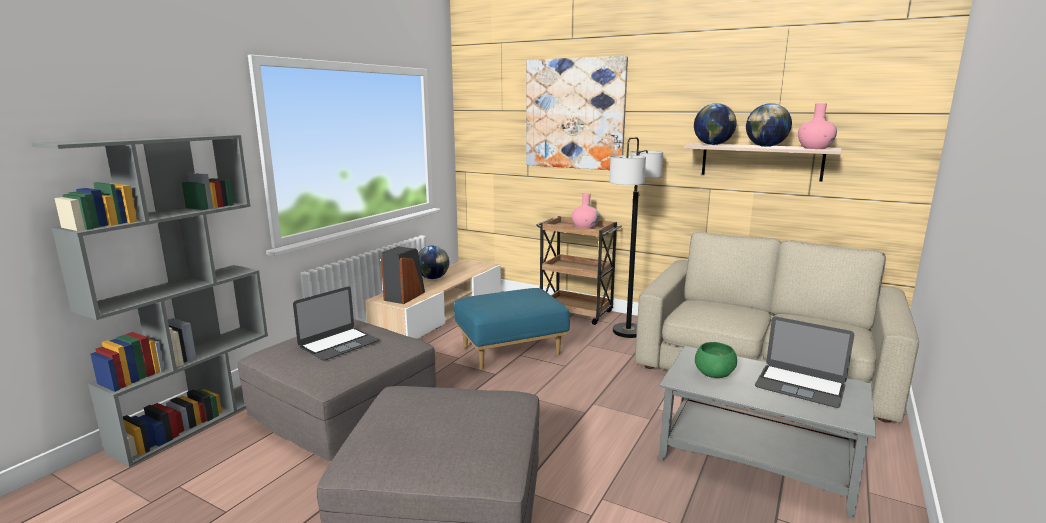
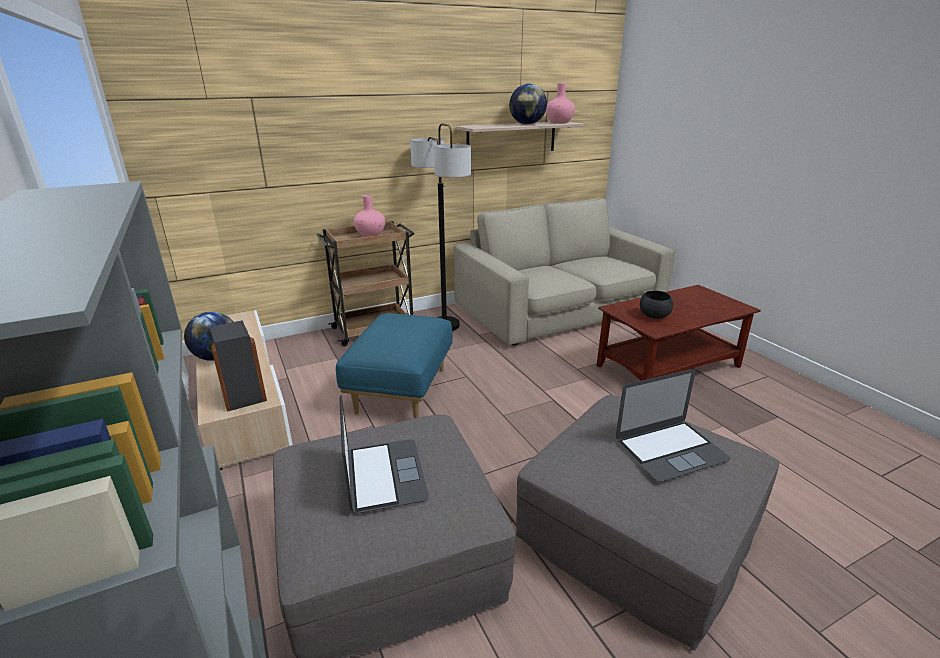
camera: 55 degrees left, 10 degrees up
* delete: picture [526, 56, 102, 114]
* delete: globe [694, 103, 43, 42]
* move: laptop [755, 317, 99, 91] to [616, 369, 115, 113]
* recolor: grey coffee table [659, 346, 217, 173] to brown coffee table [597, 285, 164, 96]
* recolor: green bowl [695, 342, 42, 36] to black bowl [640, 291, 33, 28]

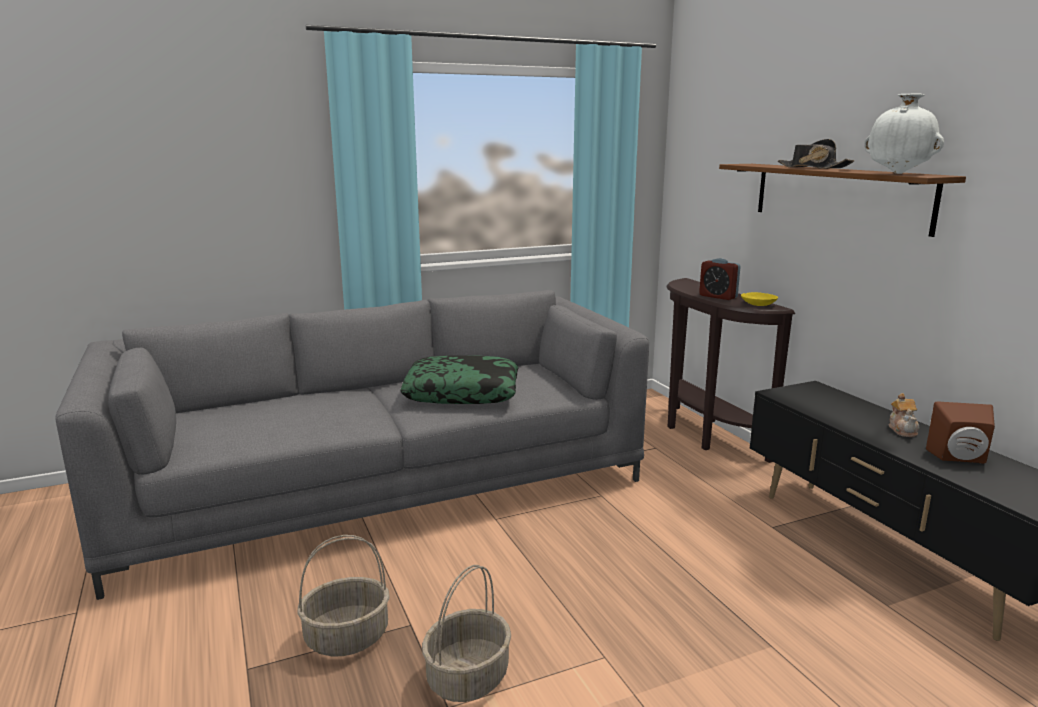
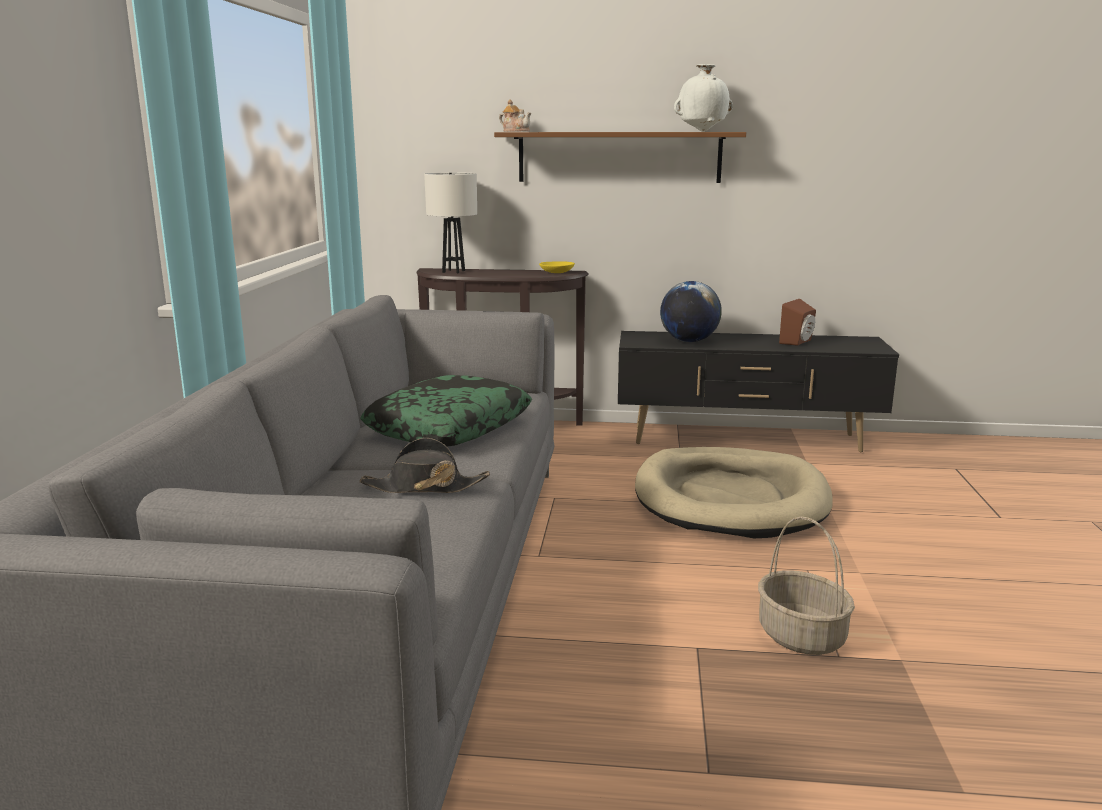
camera: 60 degrees left, 0 degrees up
* delete: basket [297, 535, 93, 121]
* delete: alarm clock [699, 258, 42, 42]
* insert: white table lamp [424, 172, 53, 101]
* insert: beige dog bed [635, 447, 198, 91]
* insert: globe [660, 281, 62, 61]
* move: black hat [778, 139, 76, 30] to [359, 438, 131, 55]
* move: teapot [889, 393, 31, 44] to [499, 99, 32, 33]

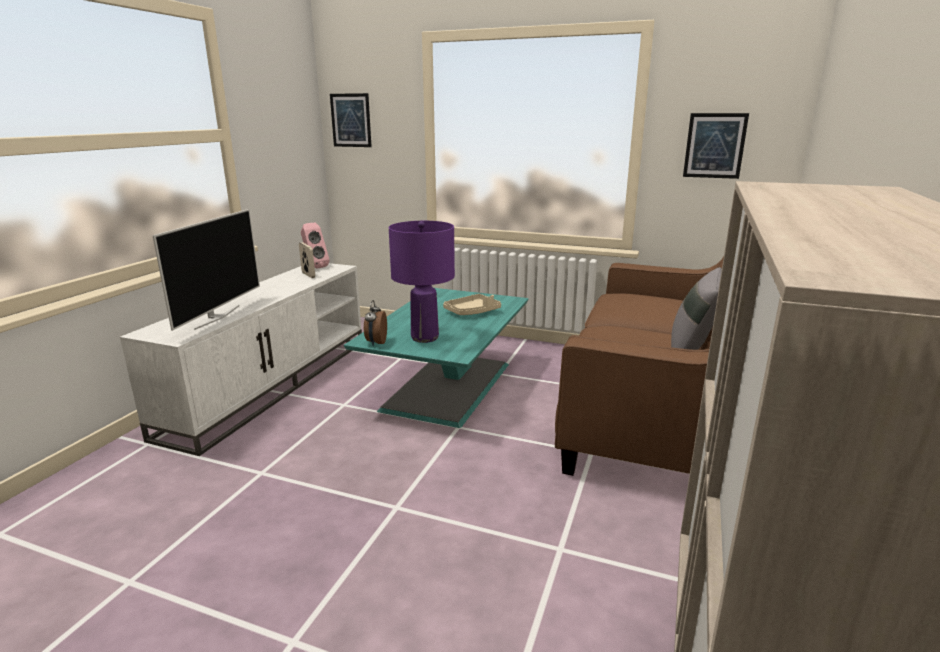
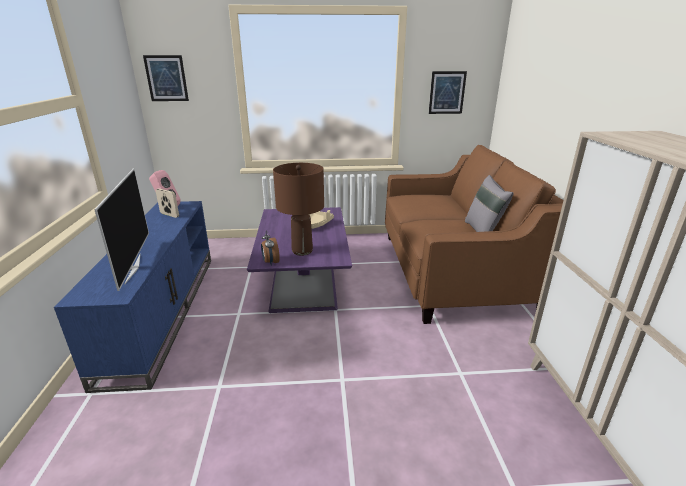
camera: 25 degrees left, 5 degrees up
* recolor: white tv stand [120, 263, 242, 193] to blue tv stand [54, 201, 157, 192]
* recolor: turquoise coffee table [344, 288, 185, 140] to purple coffee table [247, 207, 105, 106]
* recolor: purple table lamp [389, 221, 66, 122] to brown table lamp [273, 163, 51, 93]

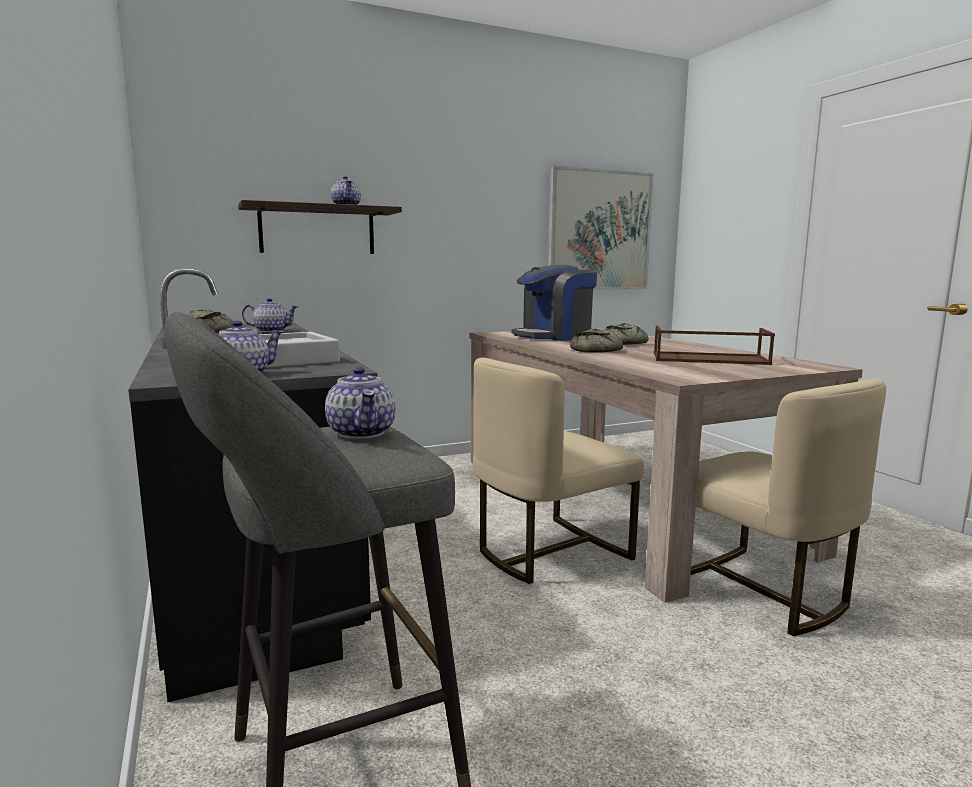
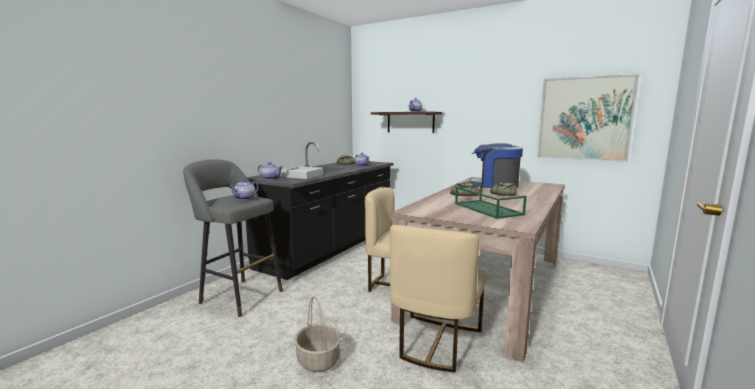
camera: 55 degrees right, 0 degrees up
* insert: basket [294, 296, 47, 76]
* recolor: brown tray [654, 325, 121, 40] to green tray [455, 185, 72, 34]

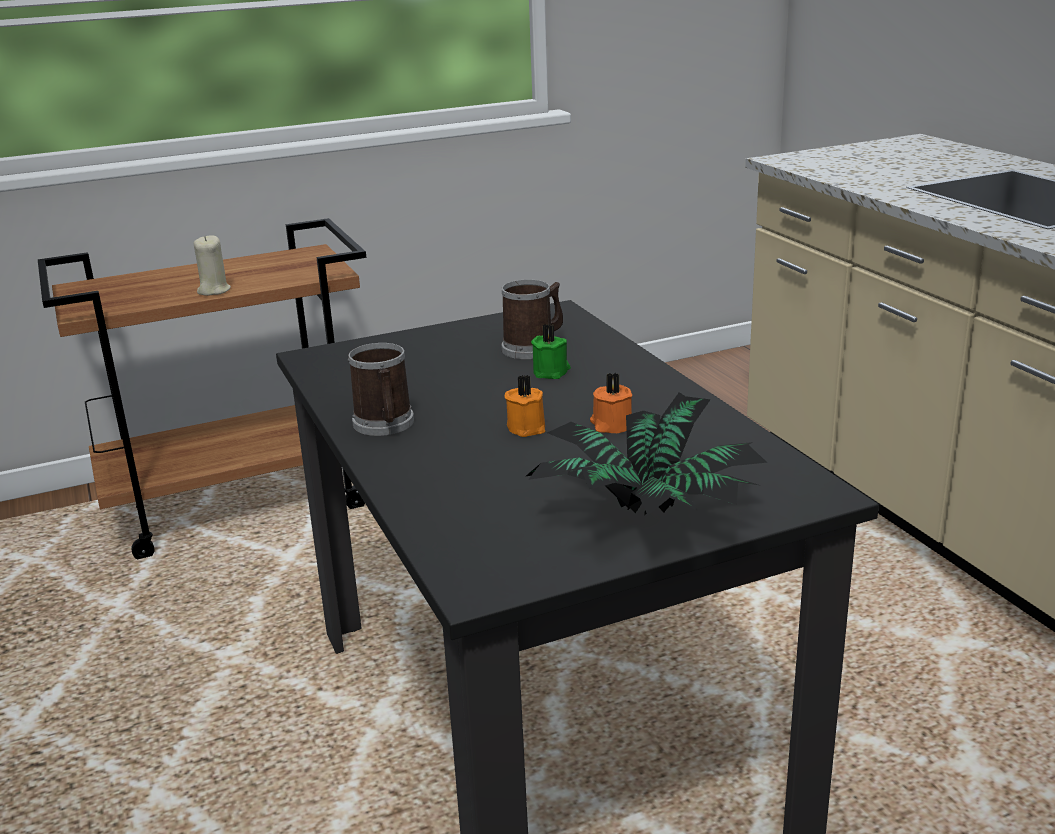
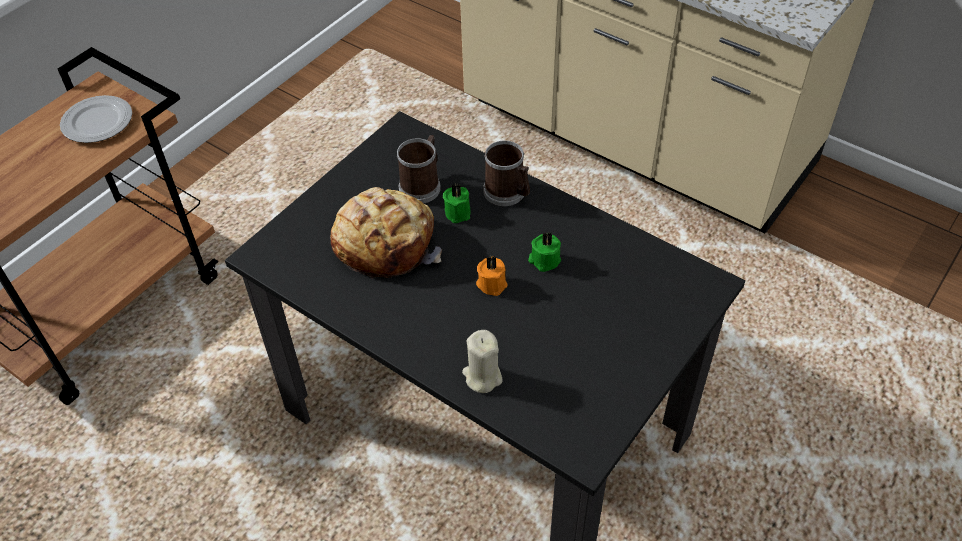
camera: 30 degrees left, 25 degrees up
* delete: potted plant [526, 392, 241, 123]
* insert: plate [60, 95, 72, 48]
* insert: bread [330, 187, 112, 92]
* move: beige candle [194, 235, 37, 61] to [462, 330, 41, 63]
* move: mug [348, 343, 66, 93] to [483, 141, 47, 65]
* recolor: orange candle [590, 373, 42, 60] to green candle [528, 232, 33, 40]

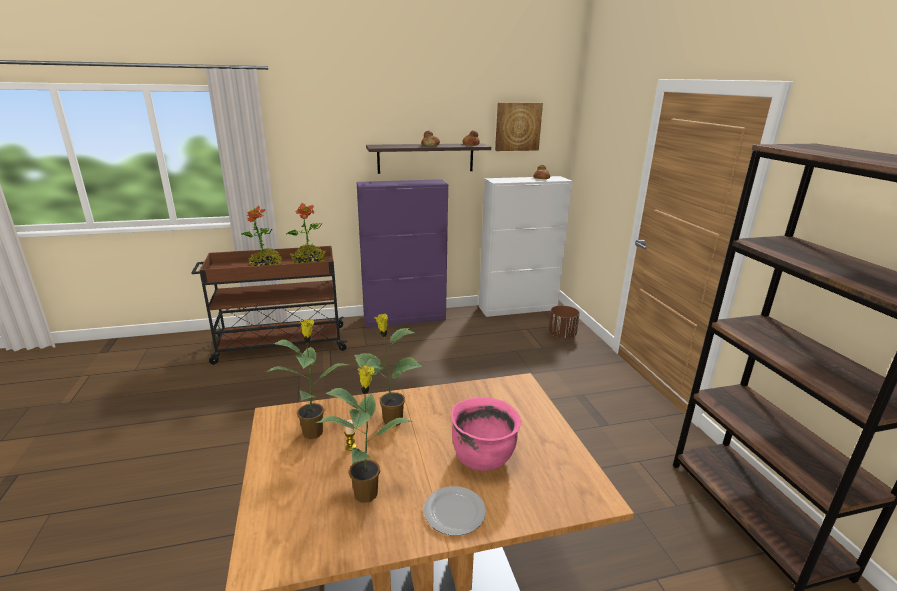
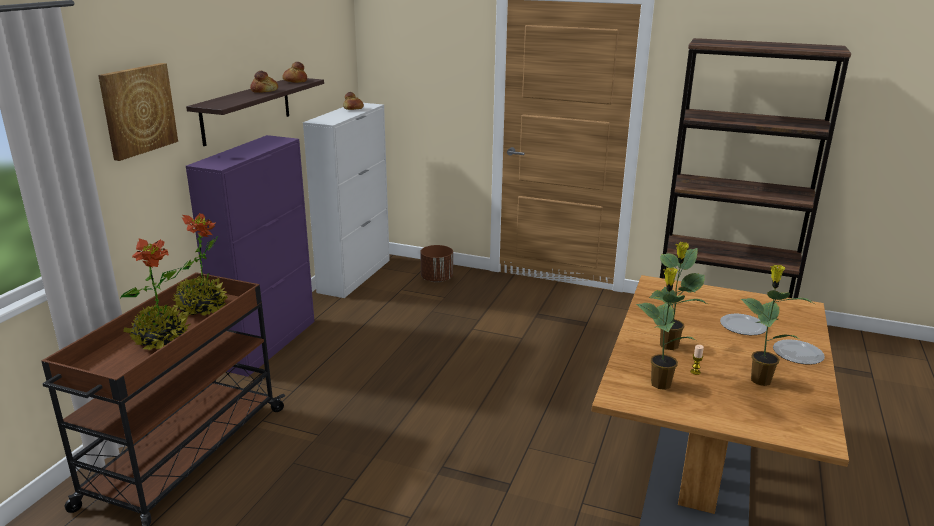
camera: 55 degrees left, 0 degrees up
* move: picture [495, 103, 48, 48] to [98, 63, 80, 98]
* replace: pink cooking pot [451, 397, 70, 74] to plate [720, 314, 47, 21]

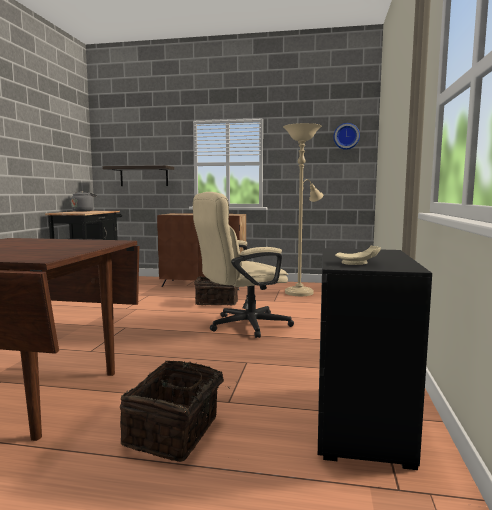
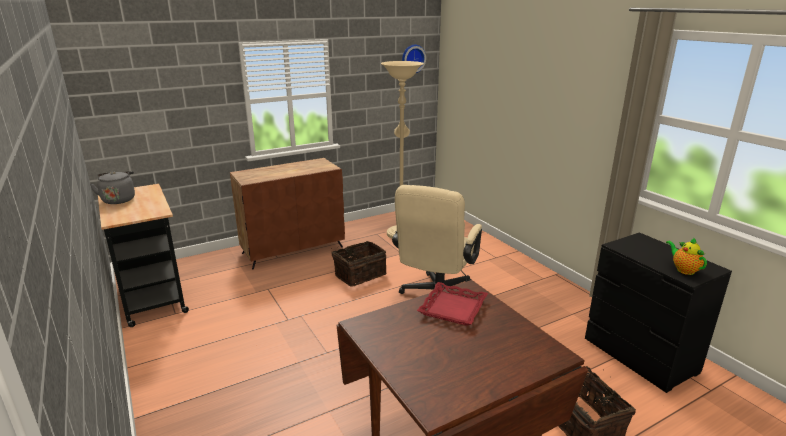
camera: 40 degrees left, 15 degrees up
* delete: shelf [102, 165, 72, 21]
* insert: red tray [417, 282, 71, 44]
* replace: beige plate [335, 246, 46, 19] to teapot [666, 238, 41, 37]

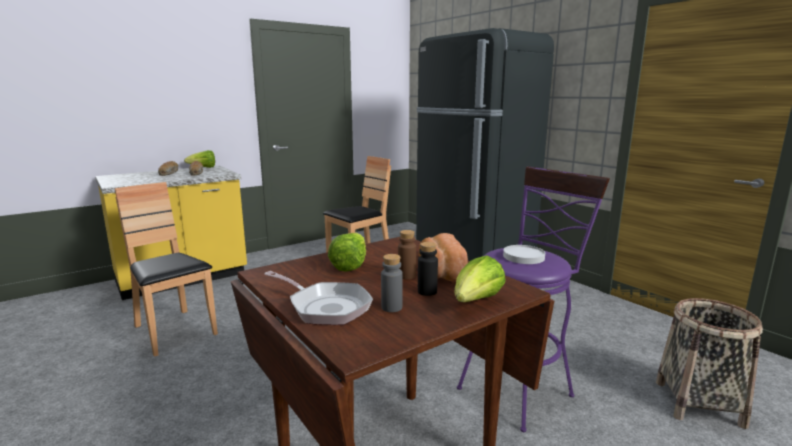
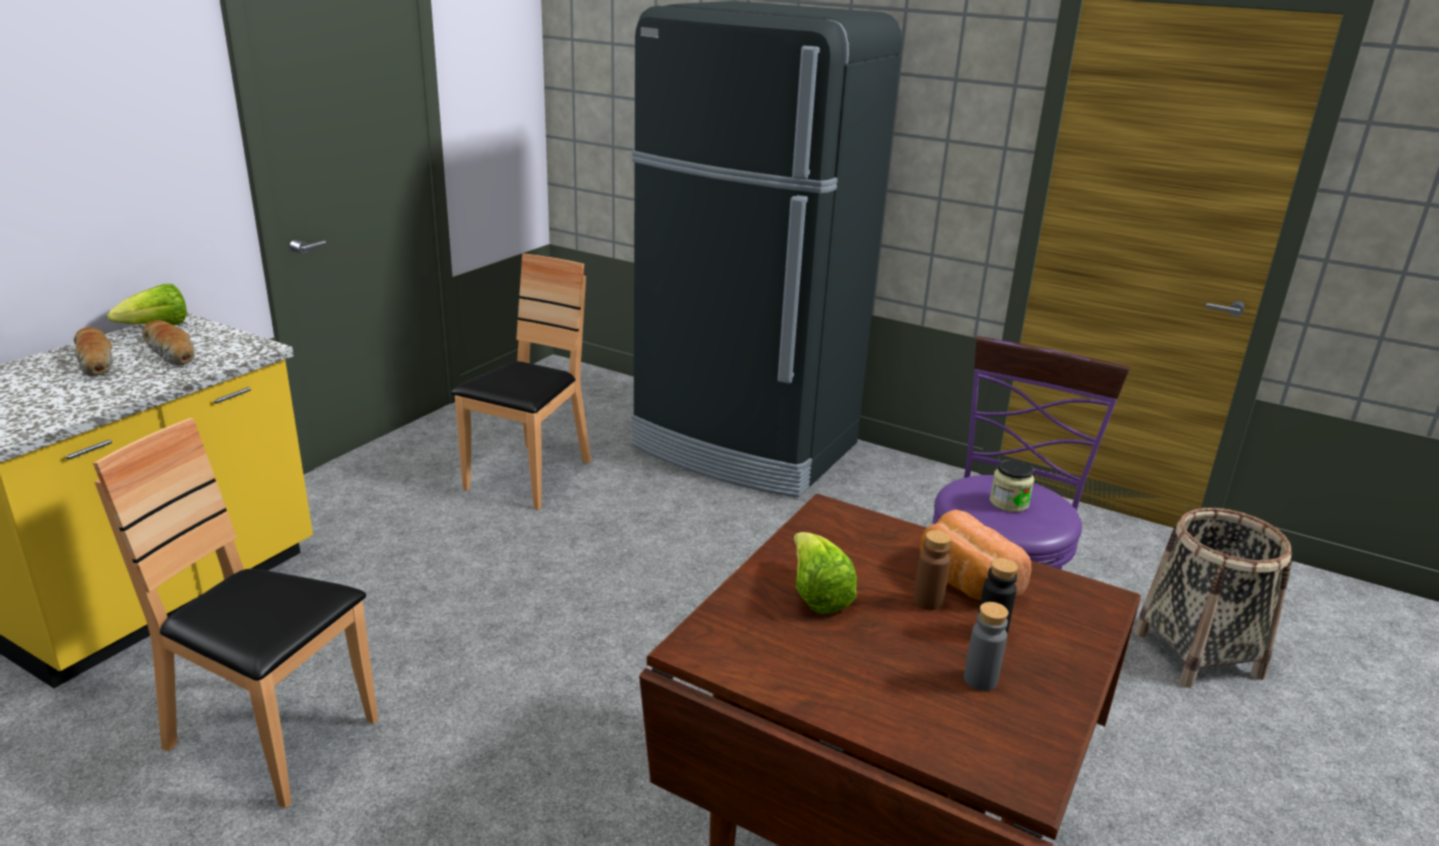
camera: 25 degrees left, 10 degrees up
* delete: frying pan [264, 271, 109, 54]
* delete: lettuce [455, 255, 51, 47]
* replace: white plate [503, 245, 42, 19] to jar [990, 459, 44, 53]

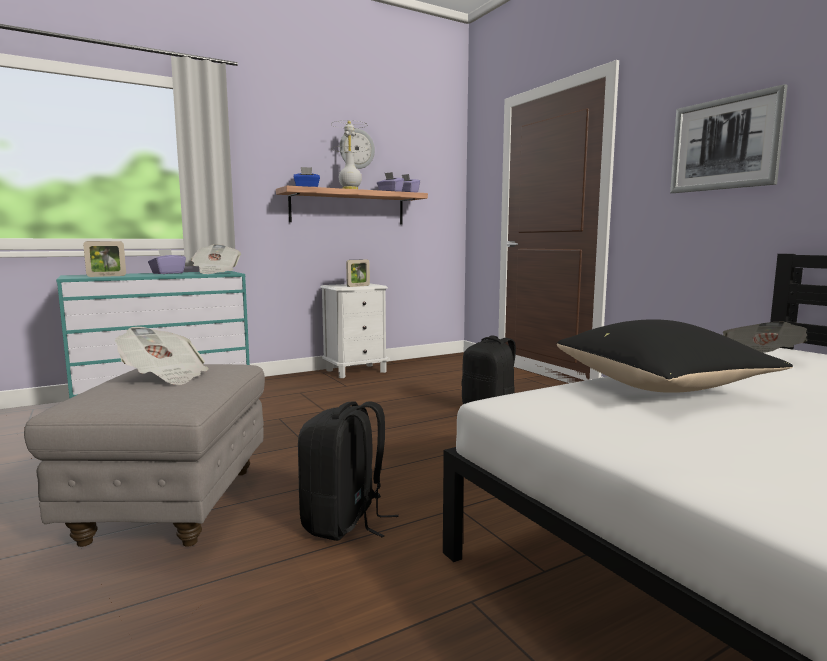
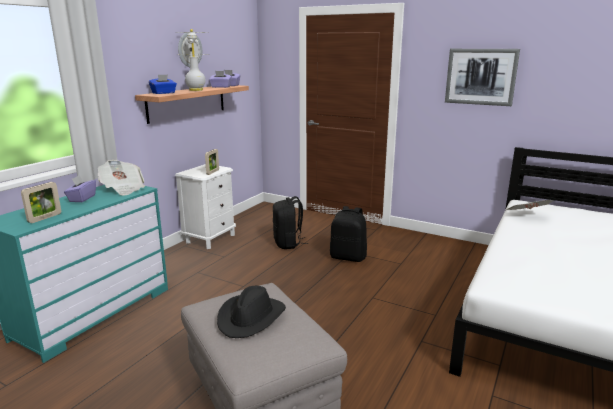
camera: 30 degrees left, 10 degrees up
* delete: black pillow [557, 319, 236, 74]
* move: black backpack [298, 401, 101, 140] to [273, 196, 36, 53]
* replace: newspaper [115, 327, 93, 58] to black hat [217, 286, 69, 52]

